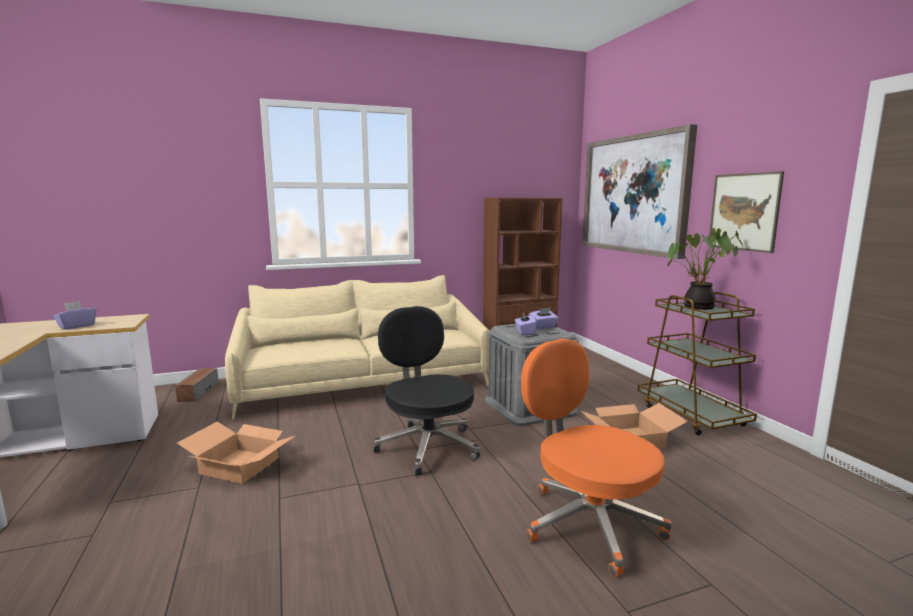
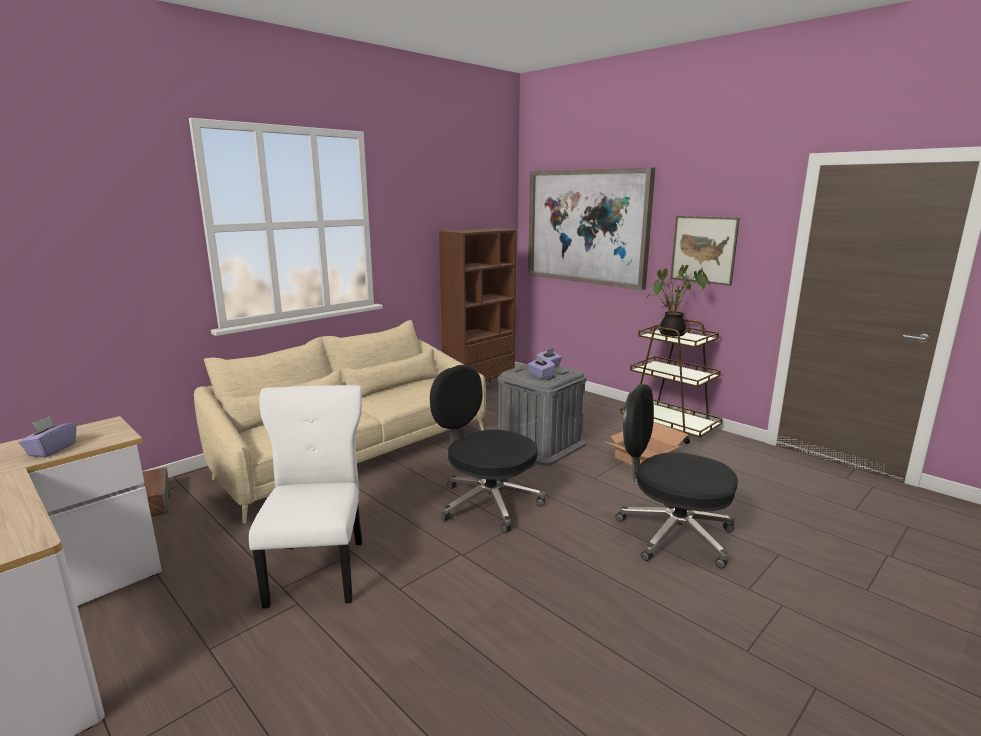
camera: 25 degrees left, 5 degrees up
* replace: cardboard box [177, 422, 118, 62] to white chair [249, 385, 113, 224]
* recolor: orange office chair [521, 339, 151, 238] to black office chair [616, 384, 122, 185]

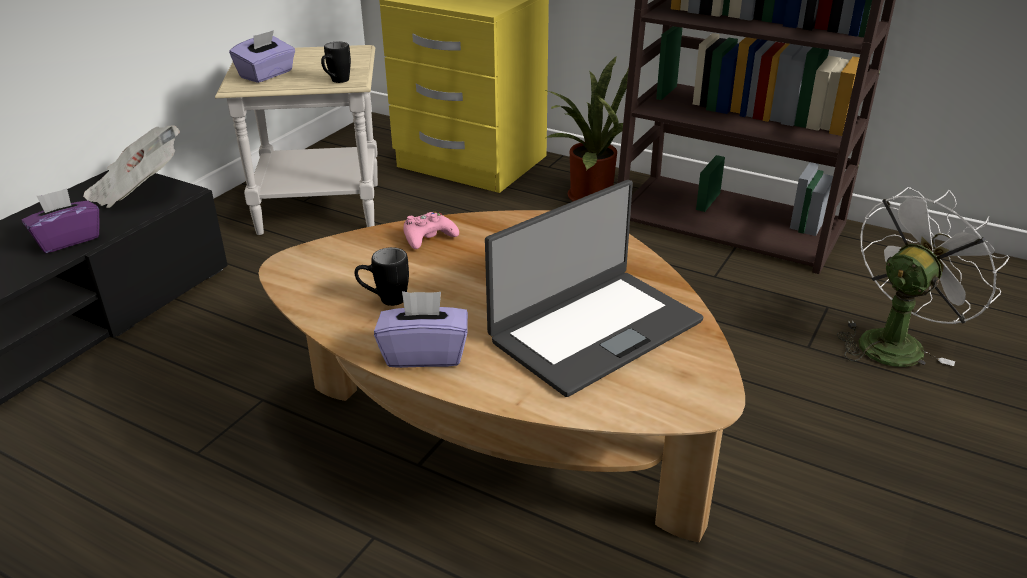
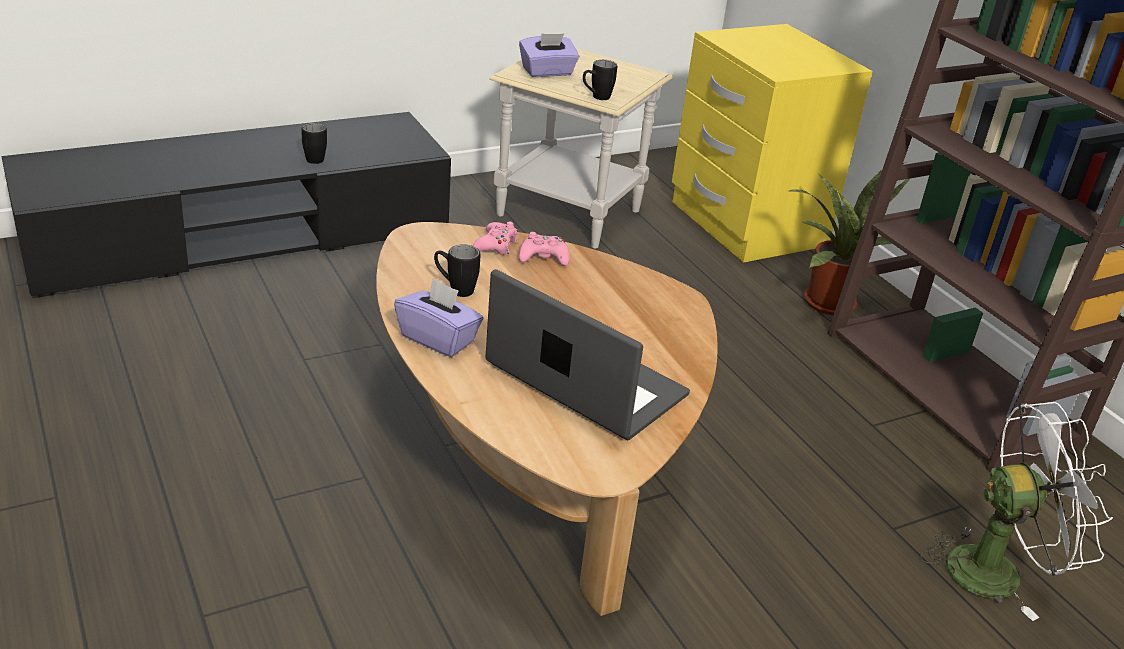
camera: 30 degrees right, 0 degrees up
* delete: newspaper [83, 125, 97, 83]
* insert: pink game controller [472, 222, 46, 33]
* replace: purple tissue box [22, 188, 77, 65] to black mug [301, 123, 26, 41]
* rotate: laptop [485, 180, 218, 217] = [485, 269, 205, 171] 135 degrees counterclockwise

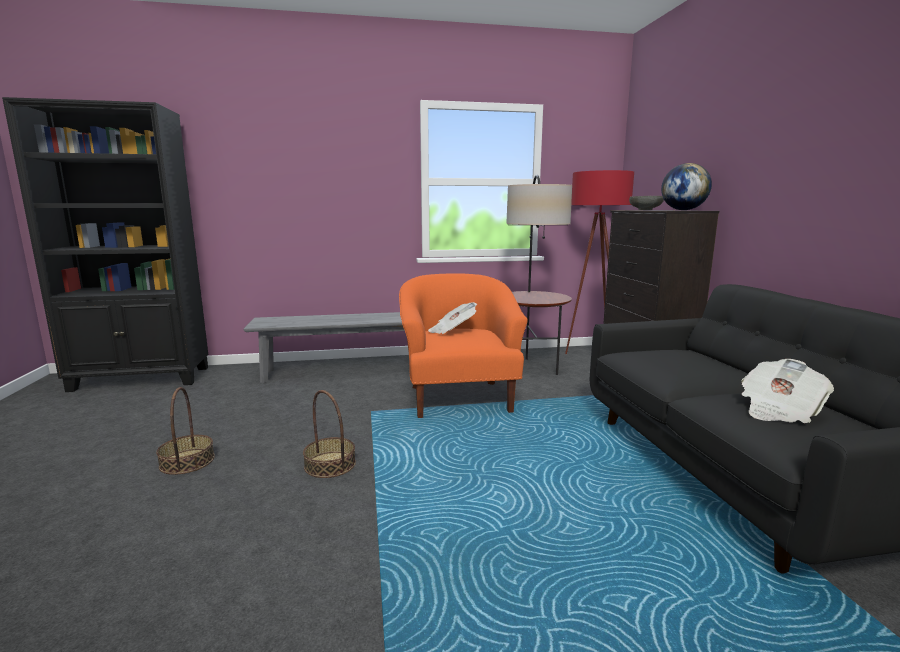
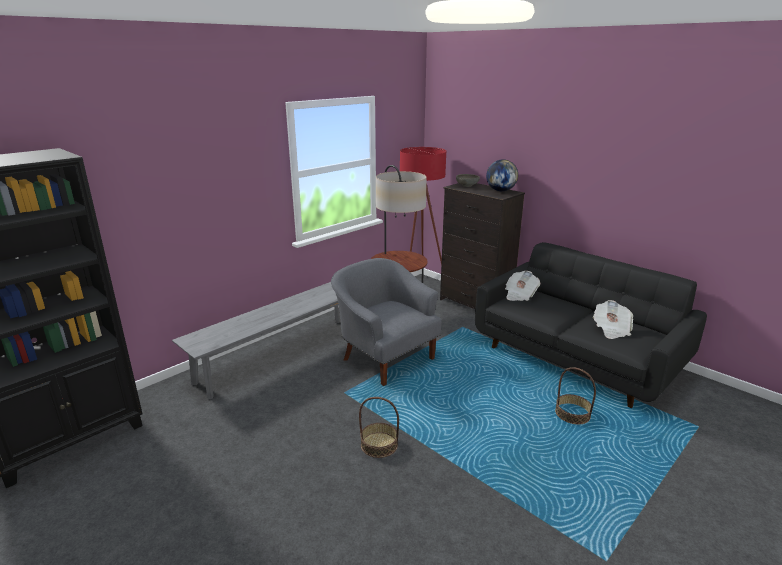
camera: 35 degrees left, 10 degrees up
* move: basket [156, 387, 59, 88] to [555, 367, 41, 57]
* move: newspaper [428, 302, 49, 32] to [505, 271, 35, 30]
* recolor: orange armchair [399, 273, 129, 145] to grey armchair [331, 258, 111, 128]

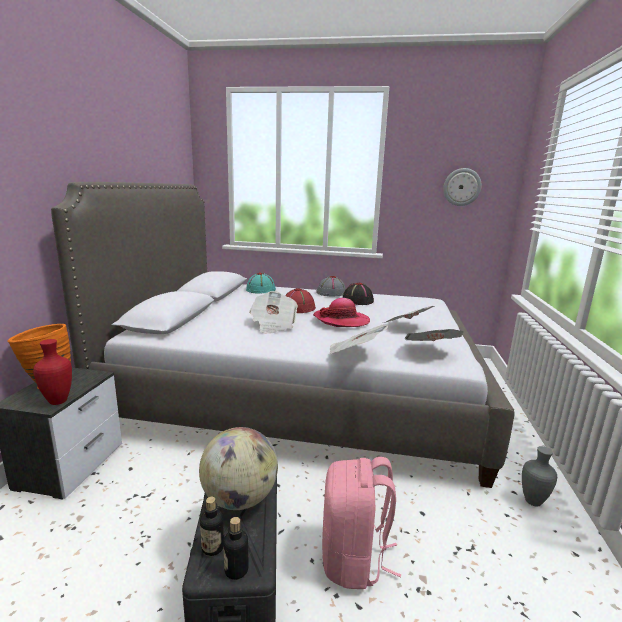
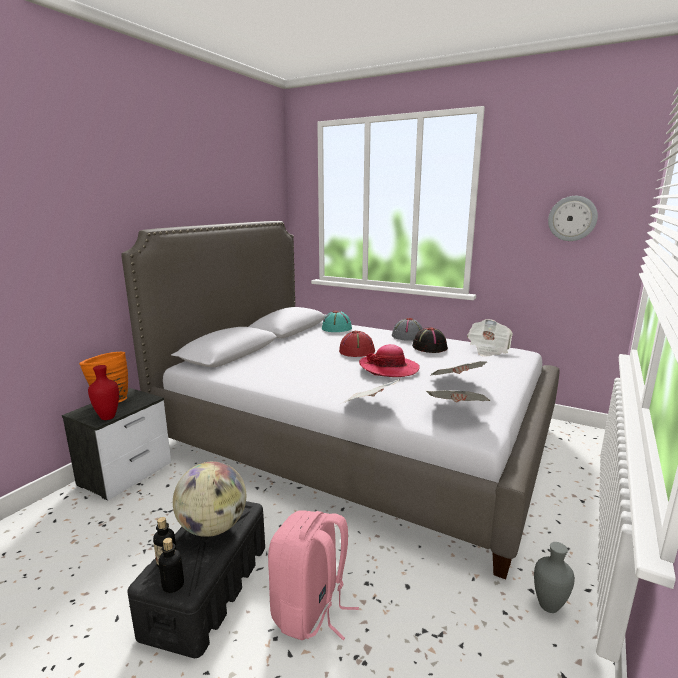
camera: 20 degrees right, 0 degrees up
* move: newspaper [249, 291, 49, 43] to [467, 319, 46, 37]

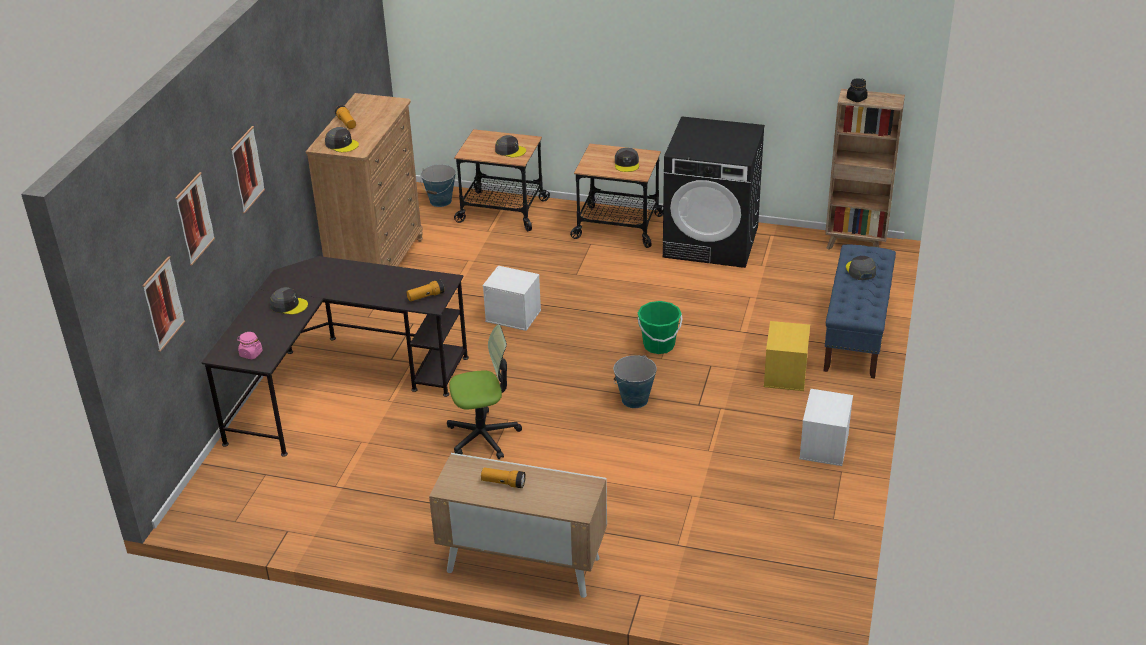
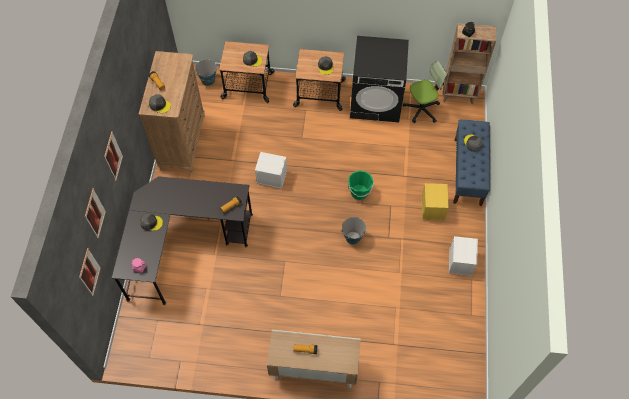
camera: 10 degrees left, 25 degrees up
* move: office chair [447, 325, 75, 134] to [403, 61, 44, 62]

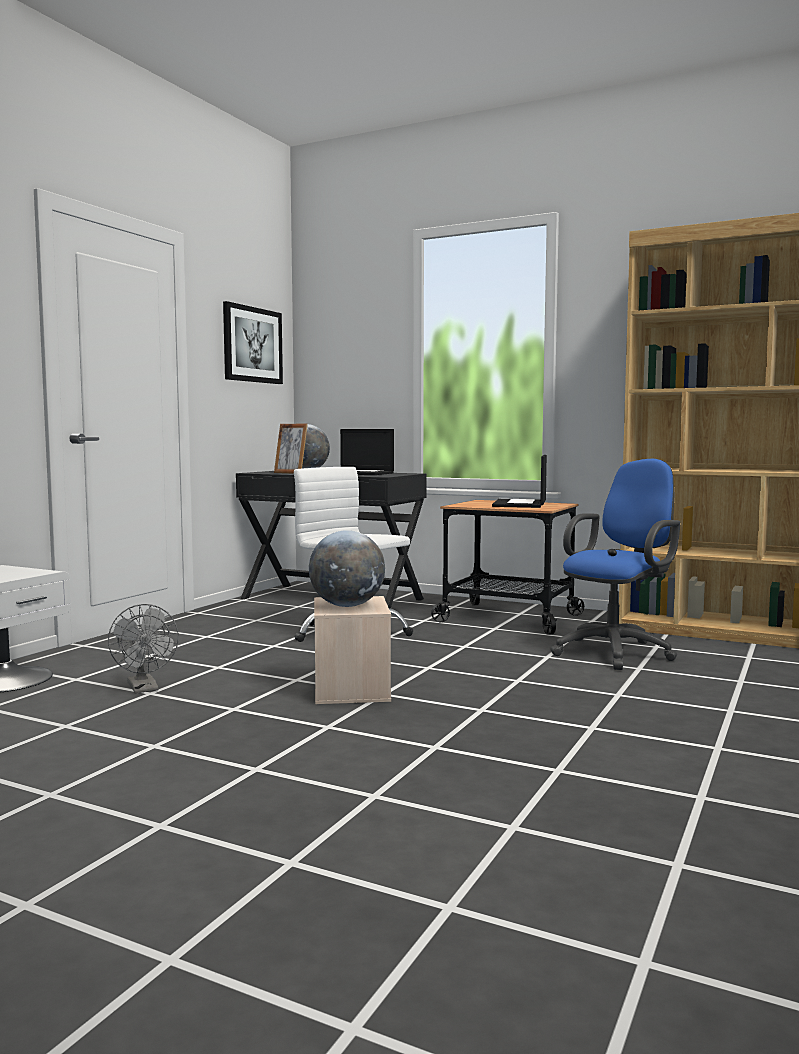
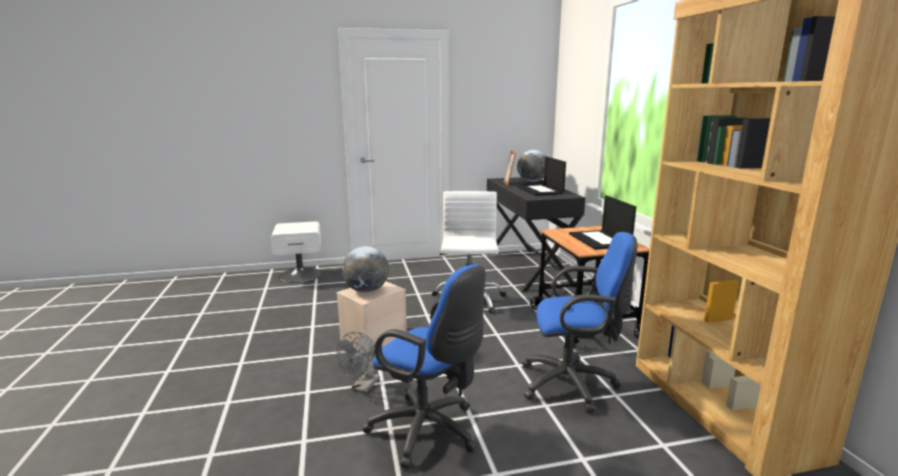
camera: 50 degrees right, 10 degrees up
* delete: picture [223, 301, 60, 83]
* insert: blue office chair [362, 264, 124, 205]
* move: grey fan [108, 604, 71, 89] to [337, 332, 43, 61]
* rotate: laptop [492, 455, 55, 53] = [569, 195, 67, 55] 75 degrees counterclockwise

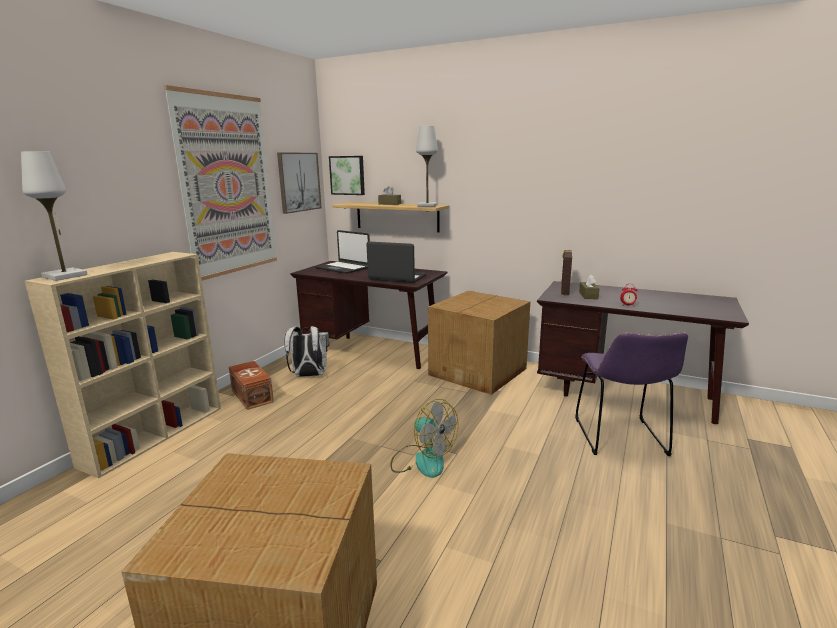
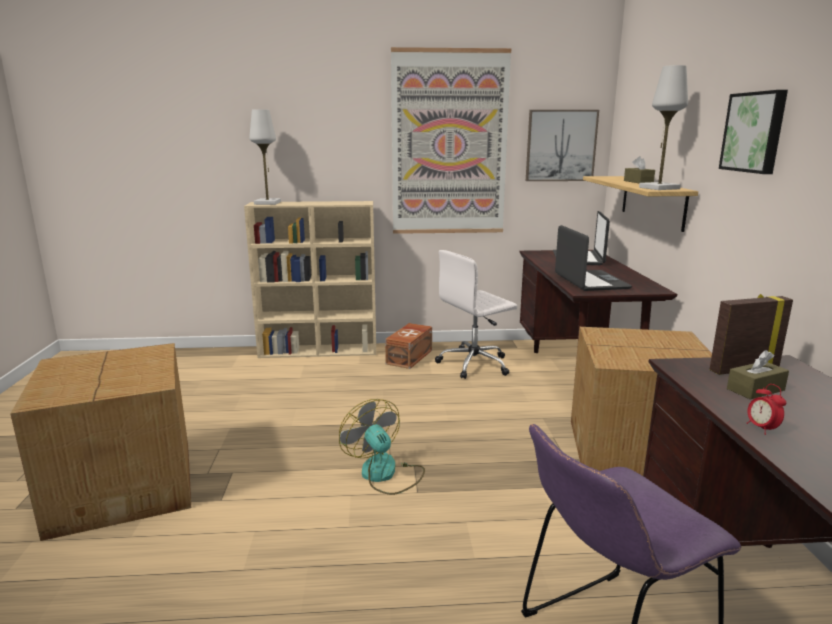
camera: 60 degrees right, 0 degrees up
* move: picture [329, 156, 36, 39] to [719, 90, 69, 84]
* replace: white backpack [284, 326, 46, 51] to white office chair [435, 250, 82, 129]
* rotate: fan [390, 399, 68, 79] = [339, 399, 86, 96] 135 degrees clockwise

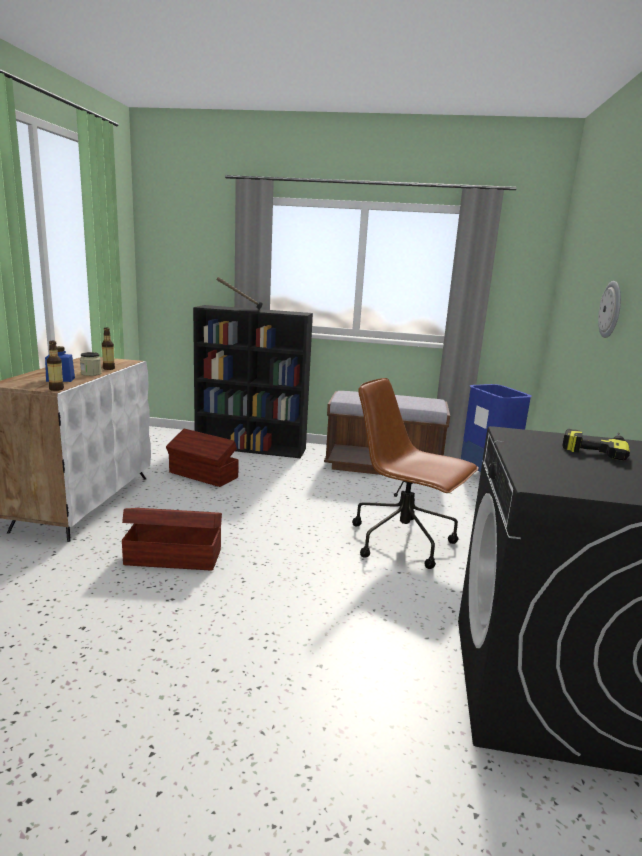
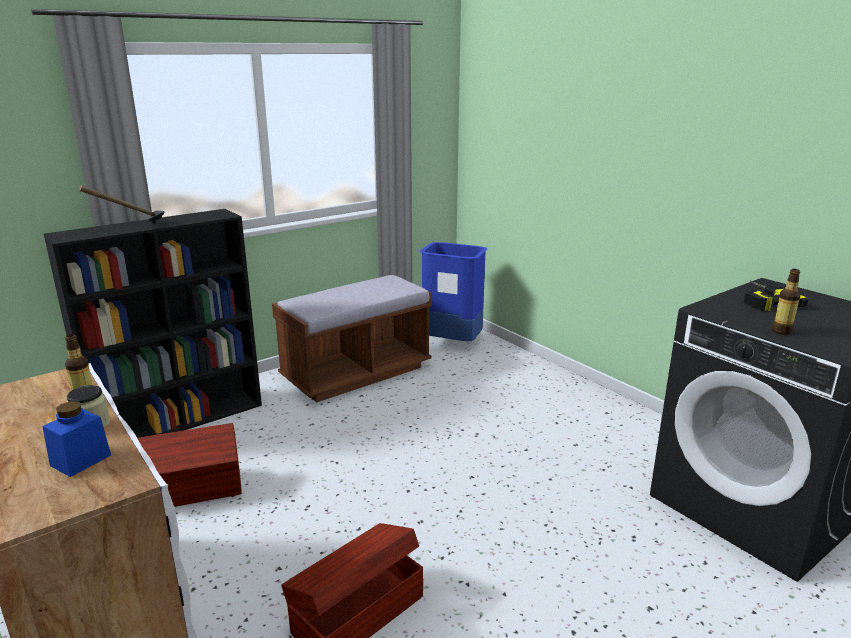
camera: 45 degrees left, 5 degrees up
* delete: brown office chair [352, 378, 127, 191]
* delete: wall clock [598, 281, 23, 57]
* move: bottle [47, 341, 17, 50] to [772, 269, 28, 66]

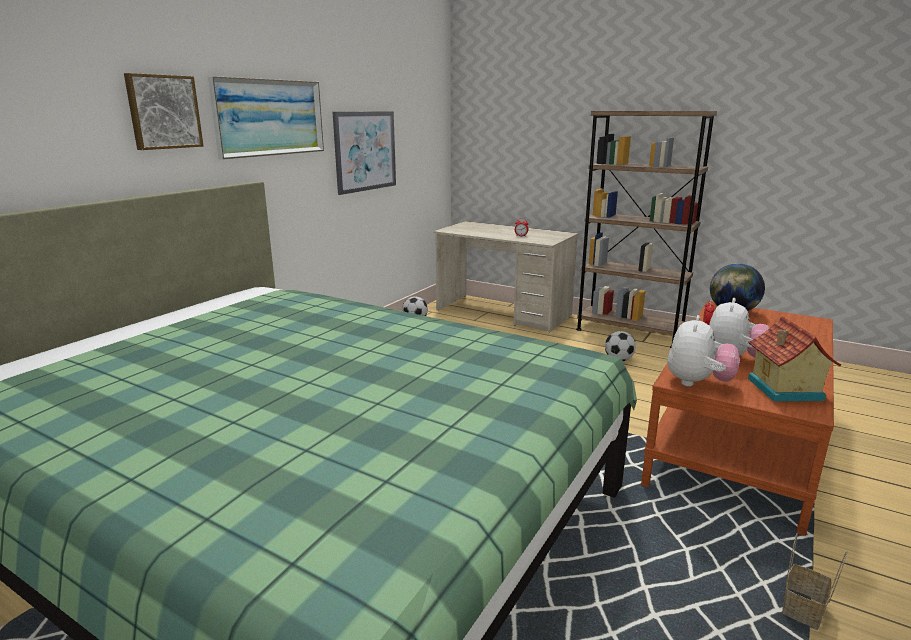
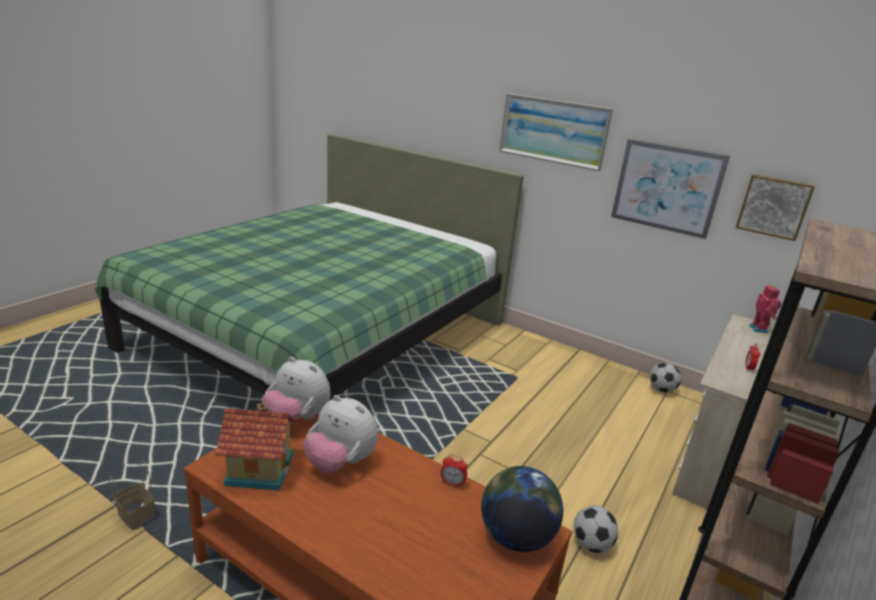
camera: 90 degrees right, 5 degrees up
* insert: toy robot [749, 284, 32, 49]
* move: picture [124, 73, 80, 77] to [736, 174, 79, 67]

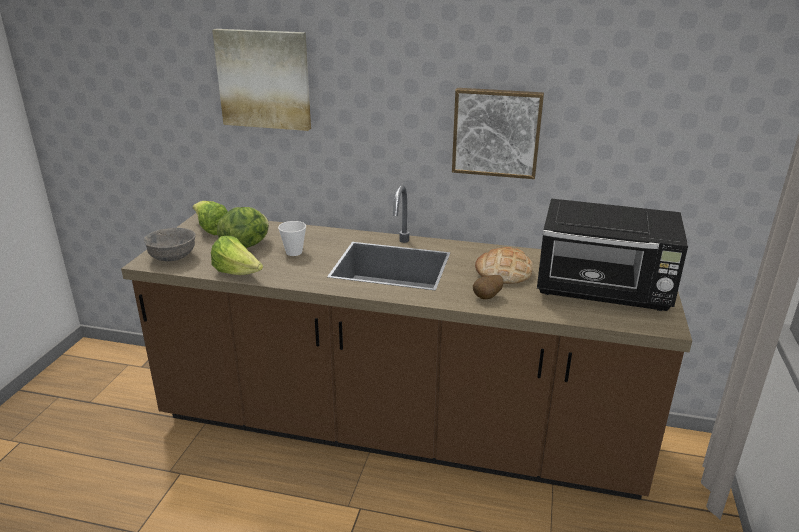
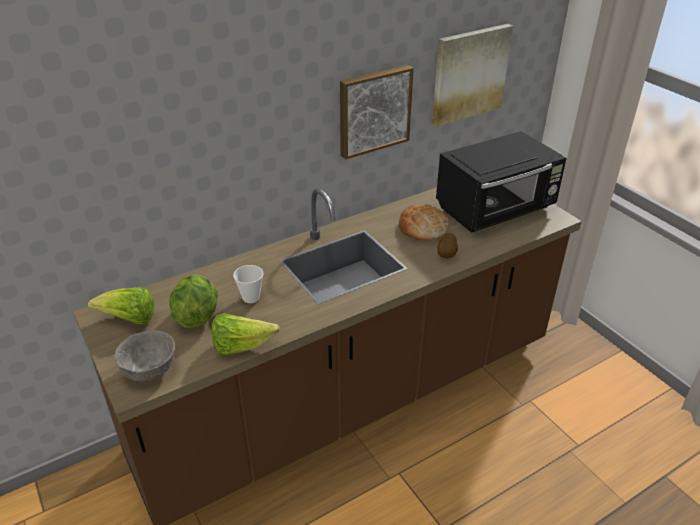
camera: 45 degrees left, 10 degrees up
* move: picture [212, 29, 99, 102] to [432, 24, 81, 103]

